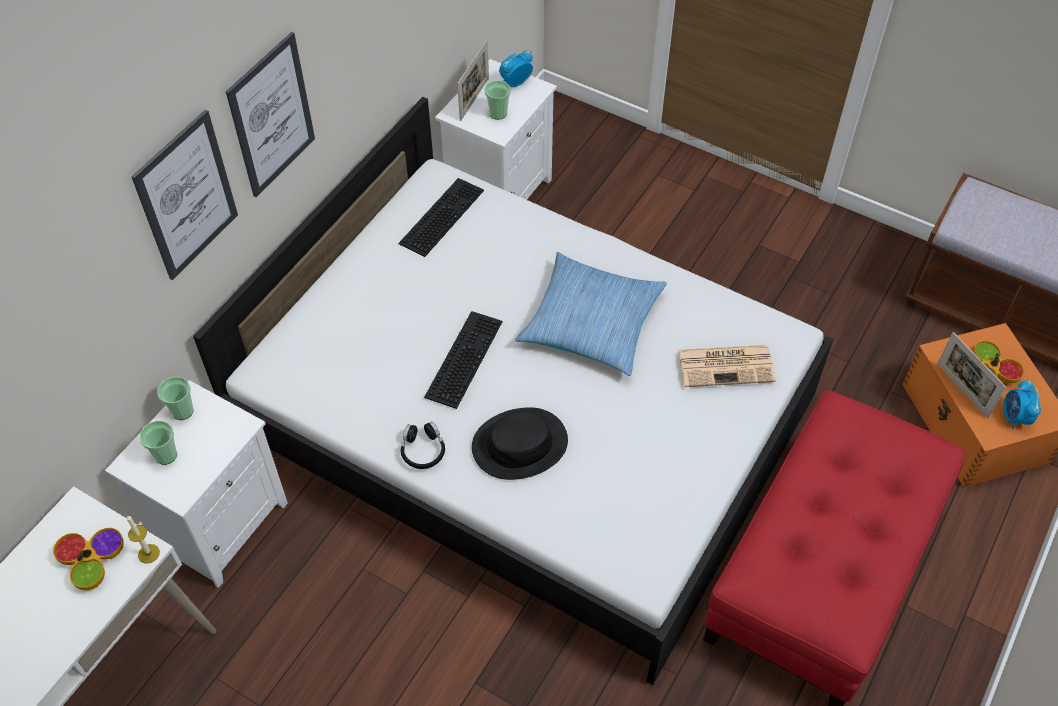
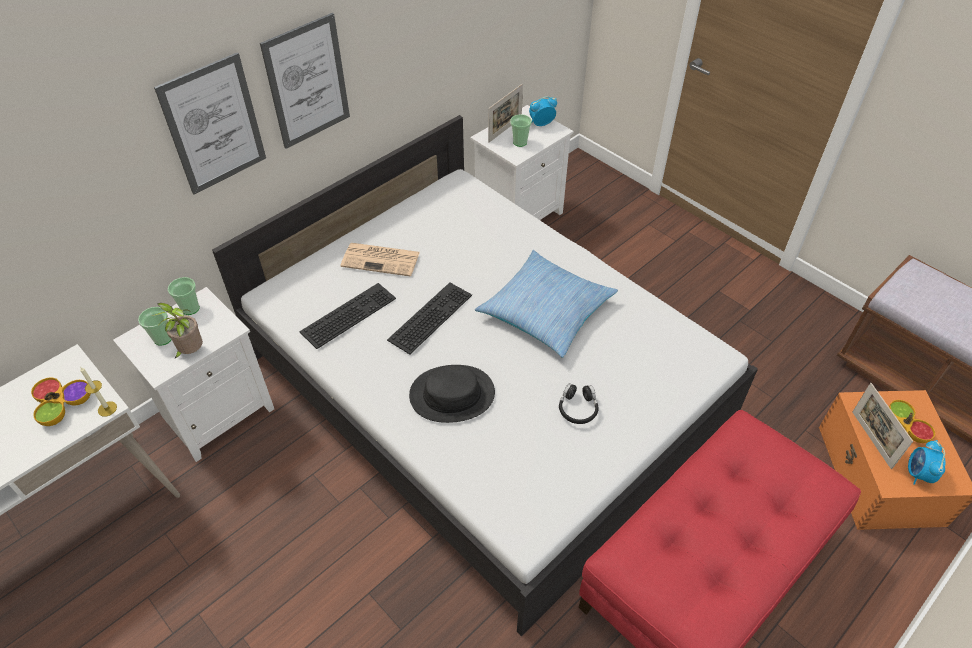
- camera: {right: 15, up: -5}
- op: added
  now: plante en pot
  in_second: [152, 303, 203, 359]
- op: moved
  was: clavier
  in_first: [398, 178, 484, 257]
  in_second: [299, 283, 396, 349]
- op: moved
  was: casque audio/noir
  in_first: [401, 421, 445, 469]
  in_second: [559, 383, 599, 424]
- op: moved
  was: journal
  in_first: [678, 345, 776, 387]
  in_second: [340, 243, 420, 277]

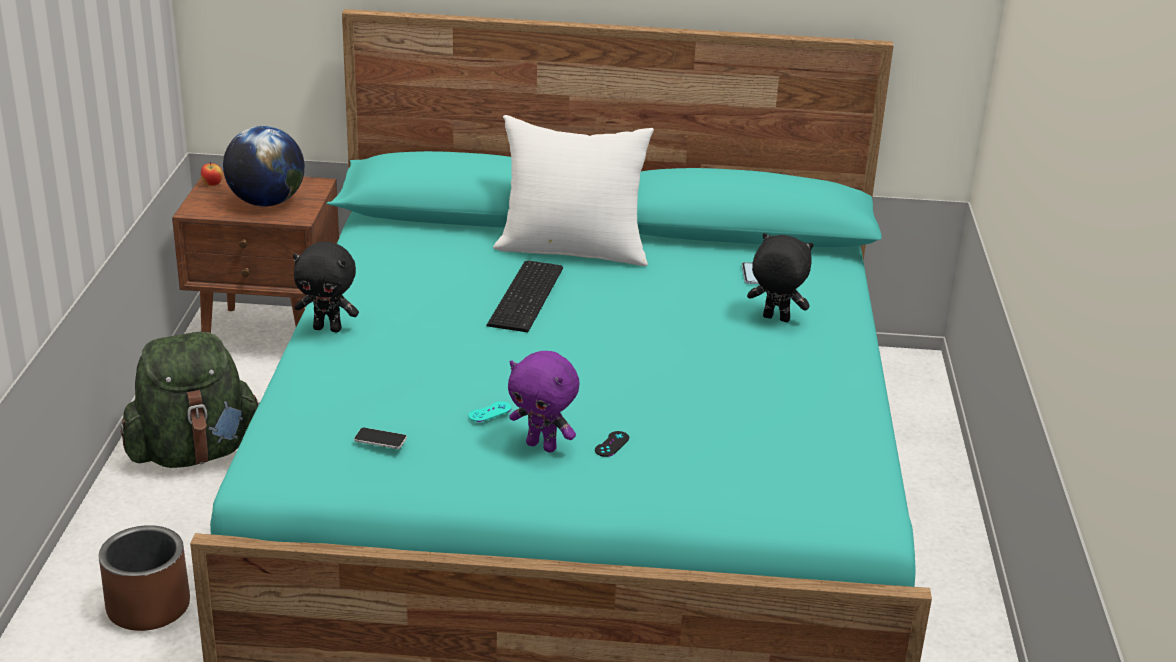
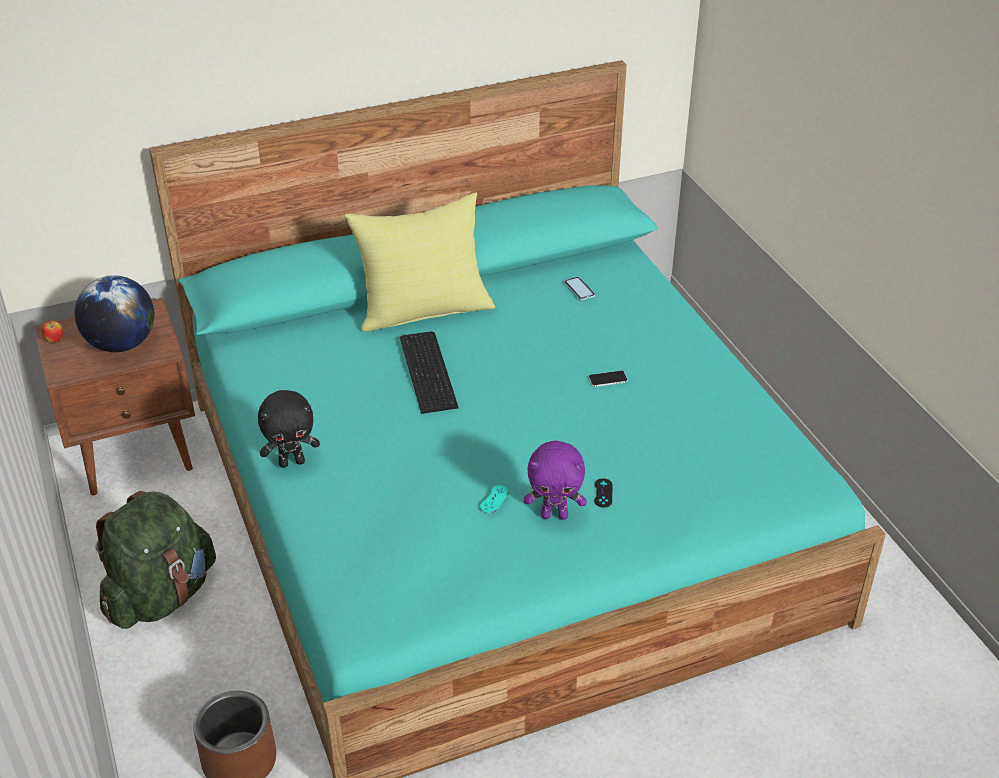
- camera: {right: -25, up: 10}
- op: removed
  was: peluche/noir
  in_first: [747, 233, 814, 322]
- op: moved
  was: téléphone
  in_first: [354, 428, 407, 449]
  in_second: [589, 370, 628, 387]
- op: recoloured
  was: coussin/blanc
  now: coussin/jaune
  in_first: [493, 115, 654, 266]
  in_second: [344, 192, 495, 331]

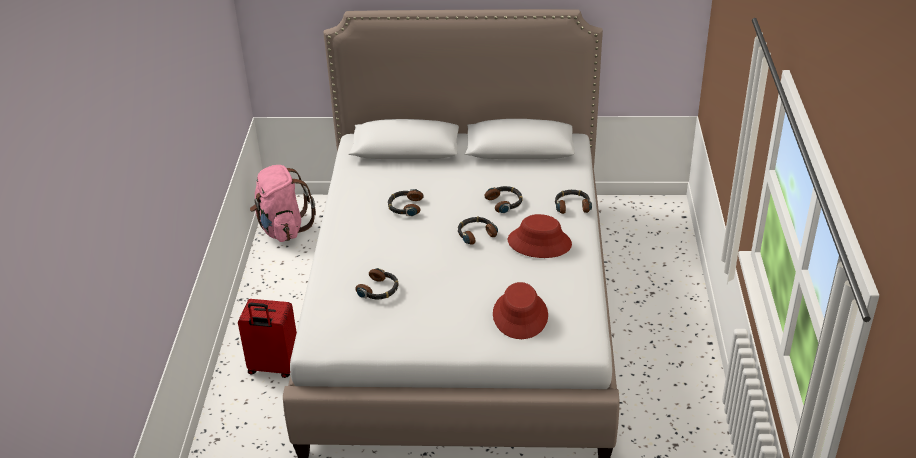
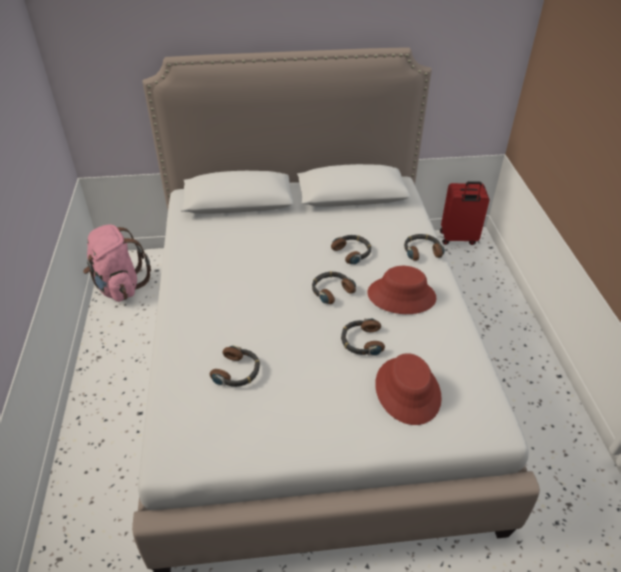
- camera: {right: -10, up: 5}
- op: moved
  was: valise/rouge
  in_first: [238, 299, 297, 378]
  in_second: [440, 181, 489, 245]
- op: moved
  was: casque audio
  in_first: [388, 189, 424, 216]
  in_second: [341, 318, 385, 356]

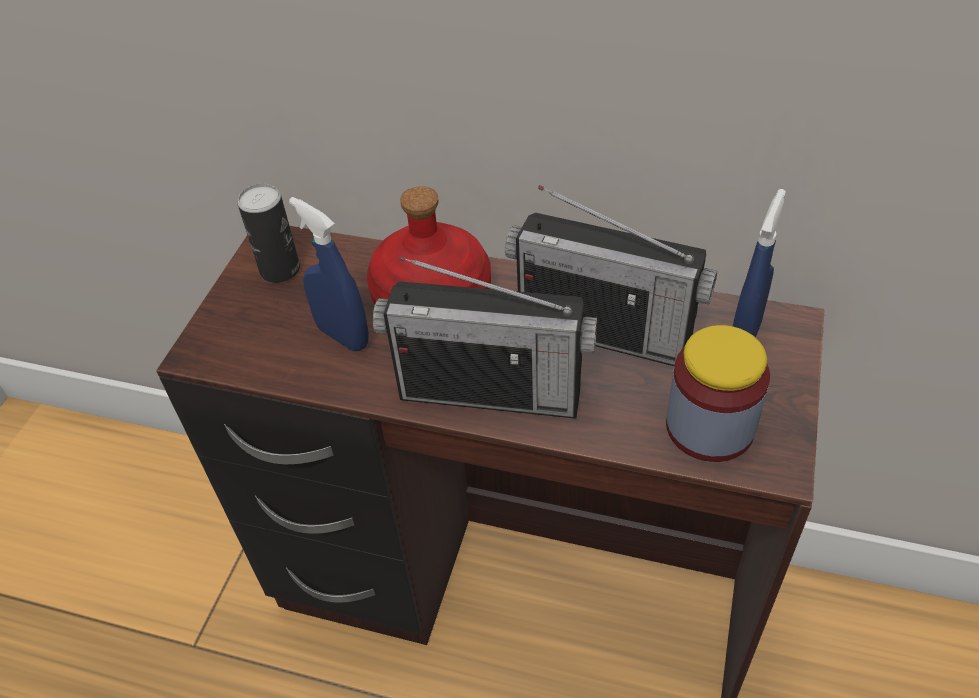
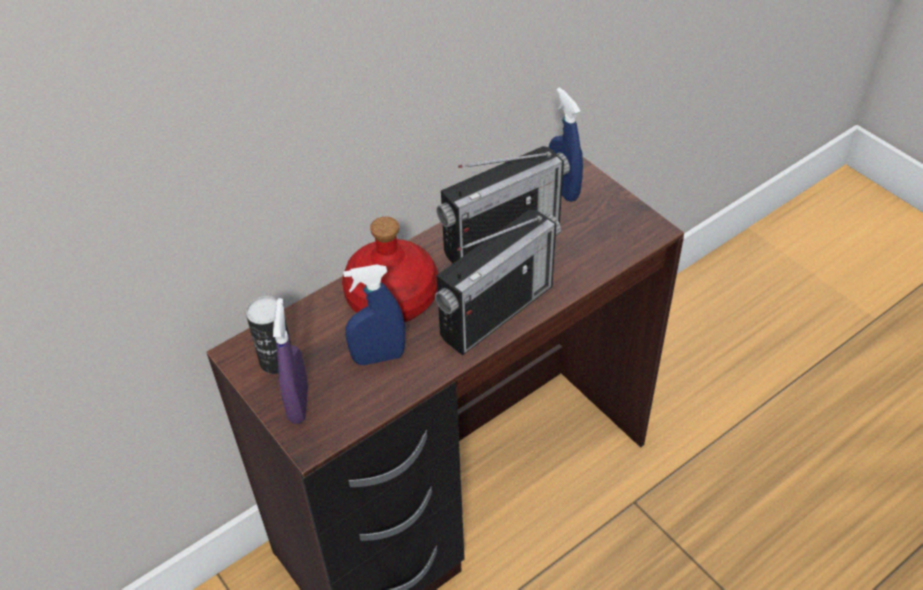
- camera: {right: -55, up: 0}
- op: removed
  was: bocal
  in_first: [666, 325, 770, 462]
- op: added
  now: vaporisateur/violet
  in_second: [273, 298, 308, 424]

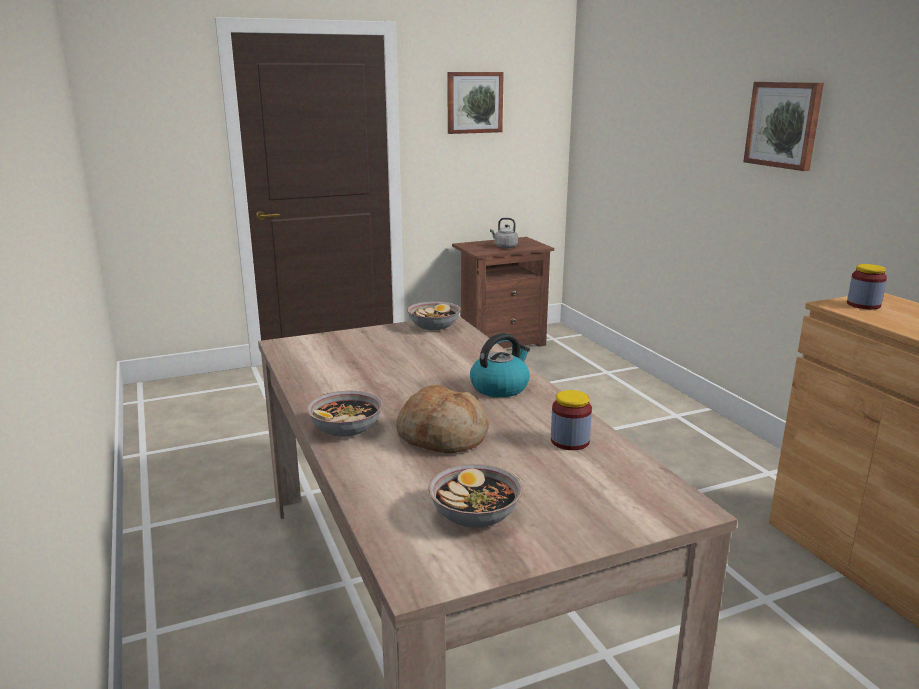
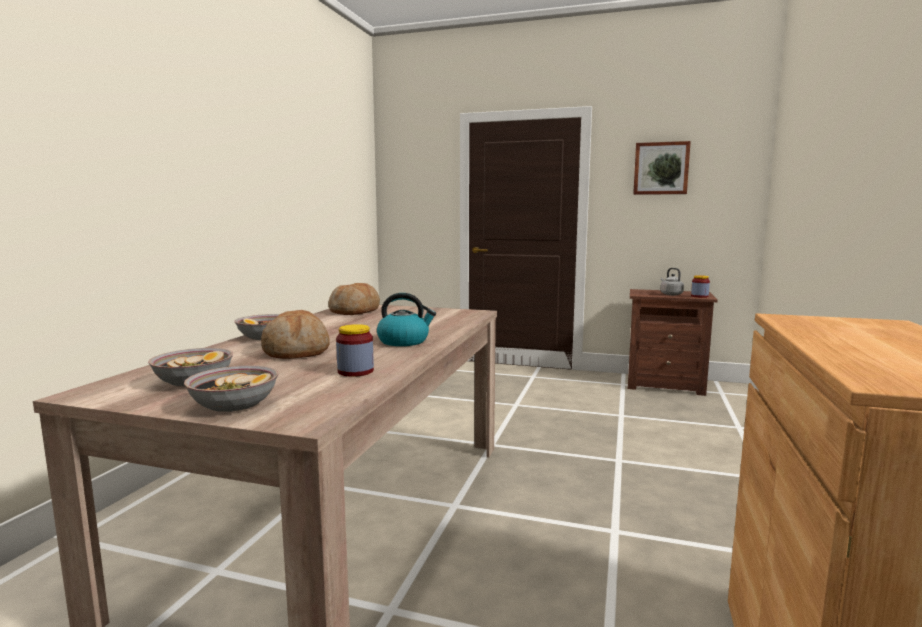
- camera: {right: 40, up: -10}
- op: removed
  was: tableau
  in_first: [743, 82, 824, 171]
- op: added
  now: pain
  in_second: [328, 283, 380, 315]
- op: moved
  was: bol
  in_first: [407, 301, 461, 330]
  in_second: [184, 365, 278, 412]
- op: moved
  was: bocal
  in_first: [847, 264, 887, 309]
  in_second: [691, 275, 710, 298]

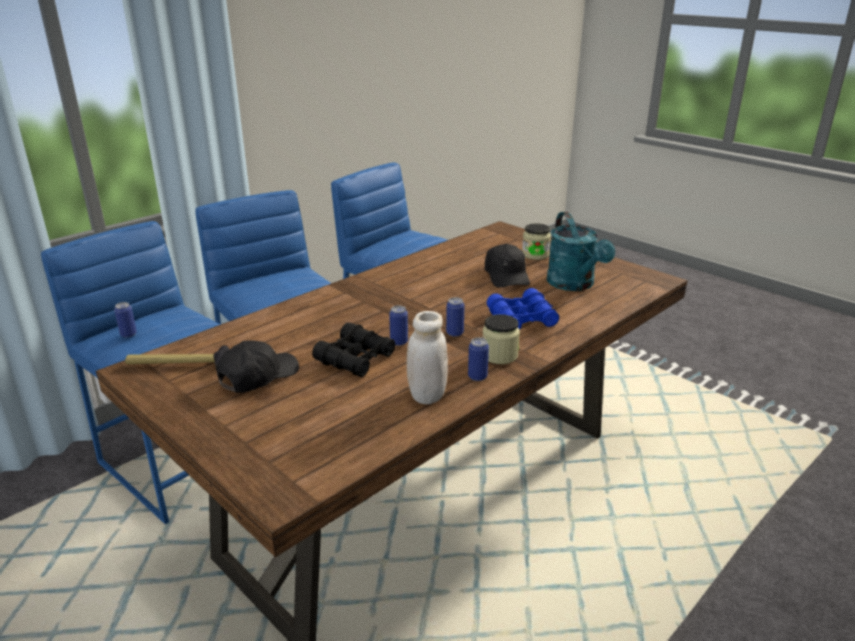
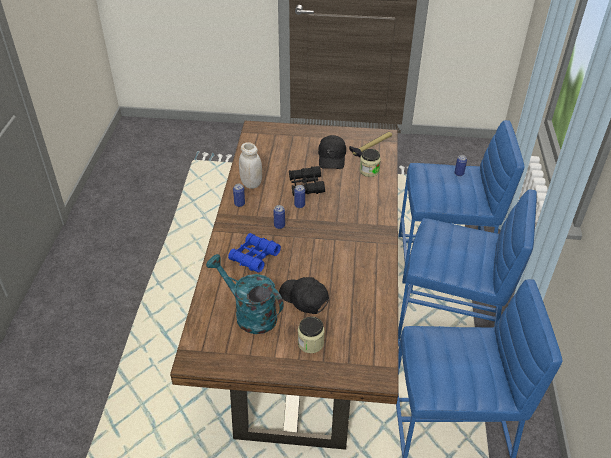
- camera: {right: 140, up: 15}
- op: moved
  was: bocal
  in_first: [483, 314, 520, 364]
  in_second: [359, 149, 381, 177]

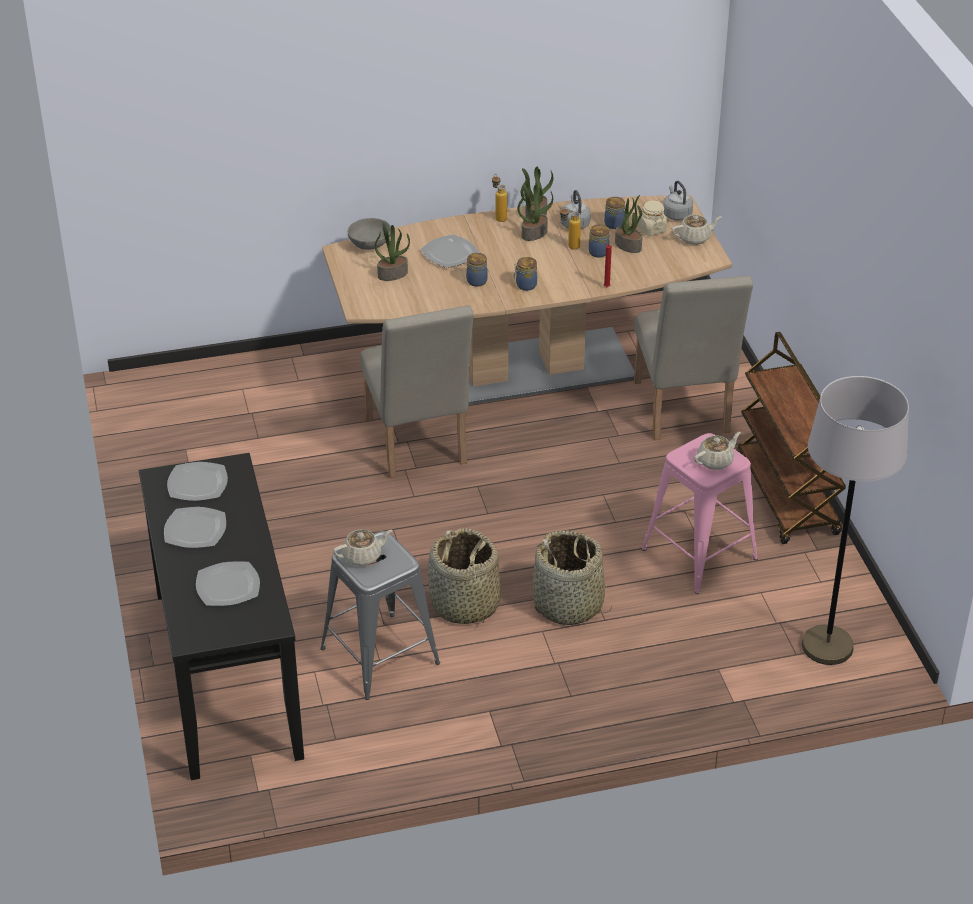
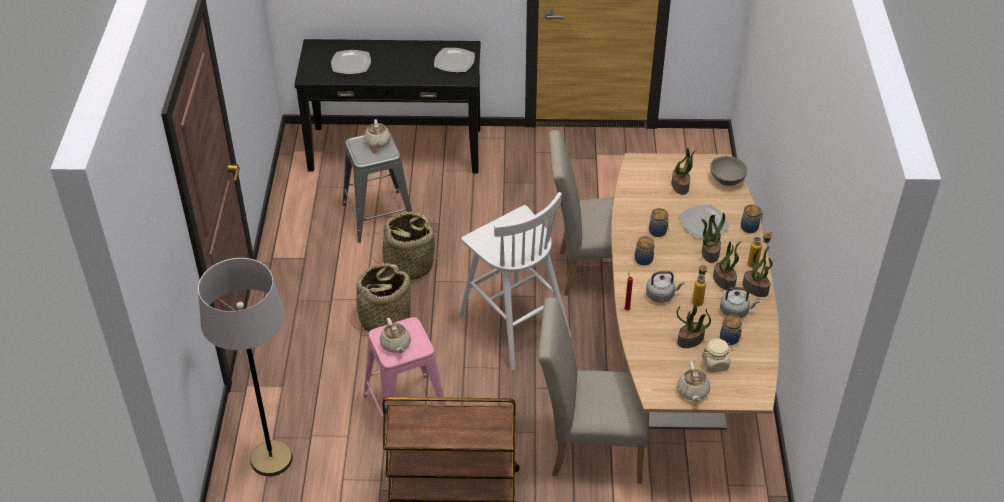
- camera: {right: 105, up: 5}
- op: removed
  was: assiette
  in_first: [164, 507, 226, 548]
- op: added
  now: tabouret/blanc
  in_second: [459, 192, 571, 371]
- op: added
  now: plante en pot
  in_second: [701, 213, 725, 263]
- op: moved
  was: bocal
  in_first: [589, 224, 609, 258]
  in_second: [741, 205, 763, 233]
- op: moved
  was: bouilloire/gris
  in_first: [663, 181, 693, 221]
  in_second: [646, 271, 685, 303]

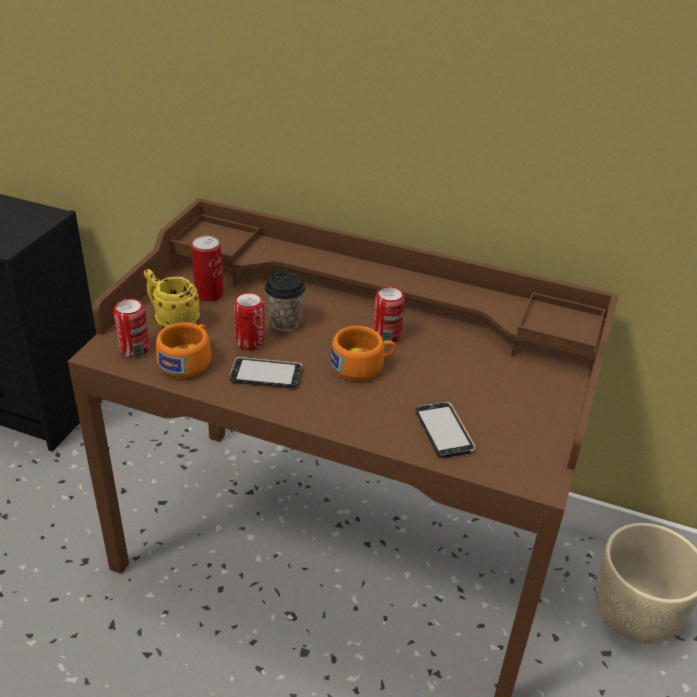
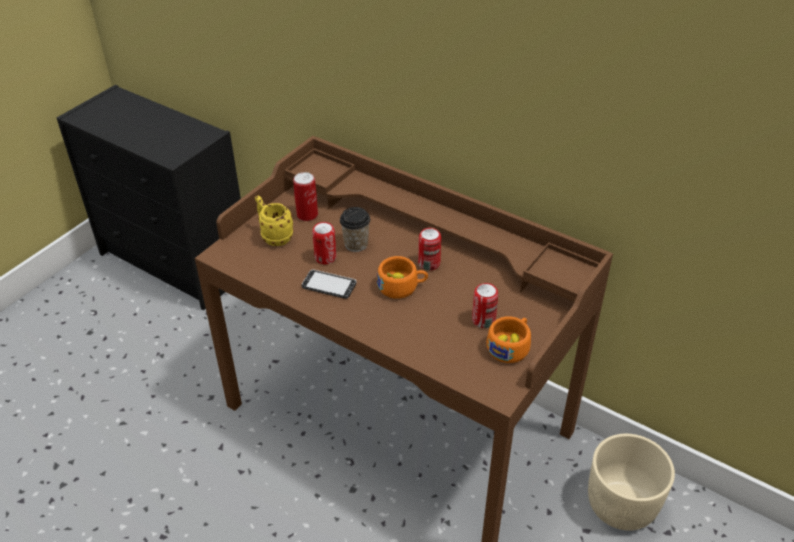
- camera: {right: 15, up: 5}
- op: removed
  was: téléphone
  in_first: [415, 402, 476, 458]
- op: moved
  was: boîte métallique
  in_first: [114, 299, 149, 358]
  in_second: [472, 283, 498, 328]
- op: moved
  was: tasse/orange
  in_first: [156, 322, 211, 378]
  in_second: [486, 316, 531, 363]

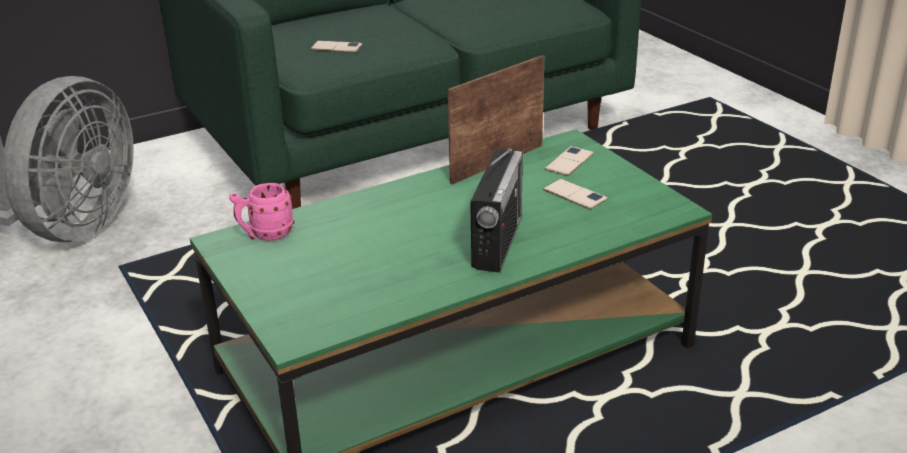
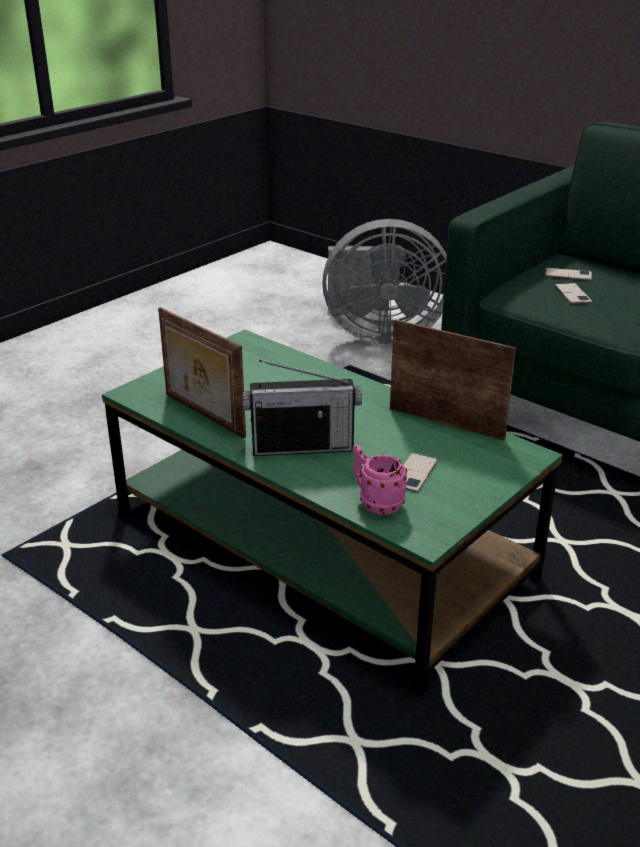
- camera: {right: 70, up: 0}
- op: added
  now: cadre photo
  in_second: [158, 307, 246, 438]
- op: moved
  was: mug/rose
  in_first: [229, 183, 294, 241]
  in_second: [353, 445, 407, 515]
- op: moved
  was: téléphone
  in_first: [544, 146, 594, 176]
  in_second: [545, 268, 592, 281]

